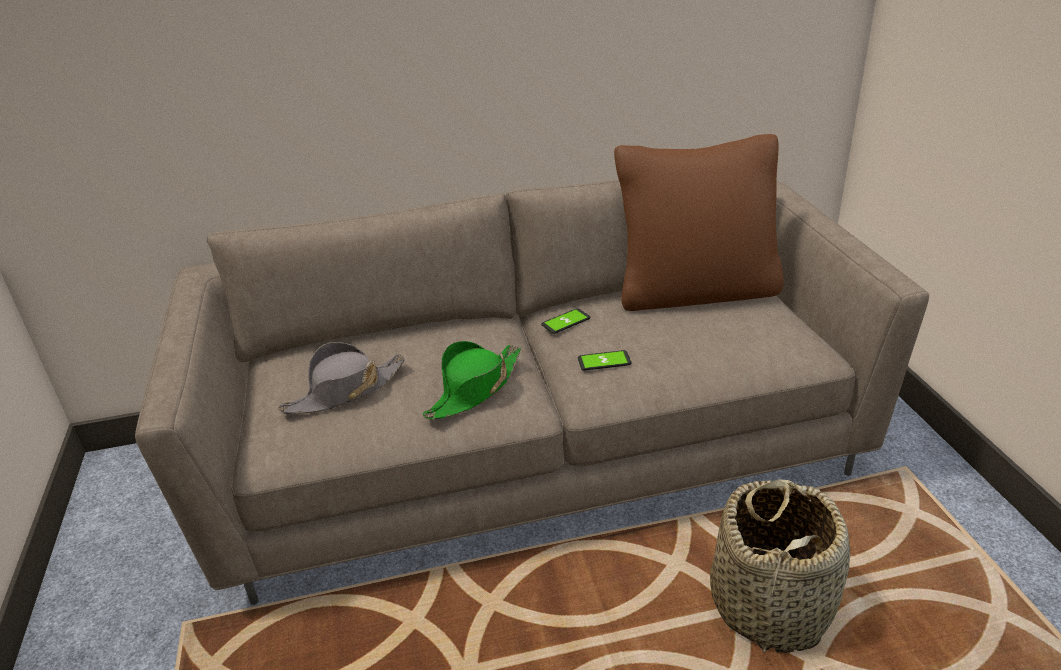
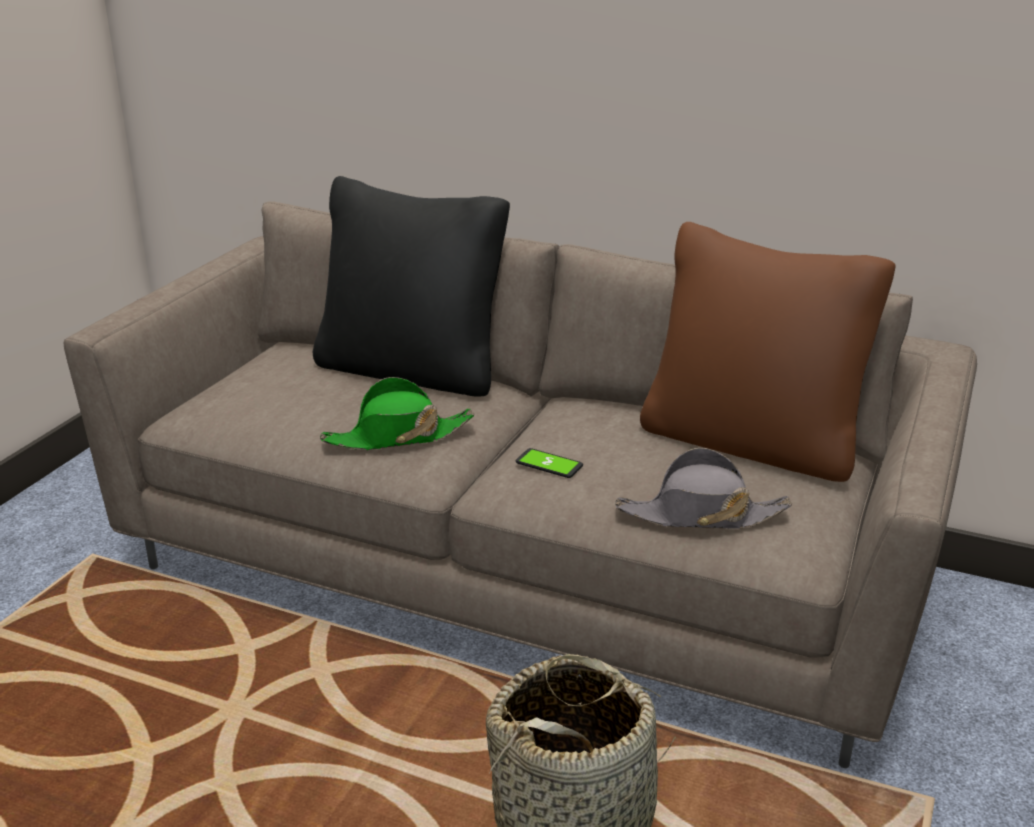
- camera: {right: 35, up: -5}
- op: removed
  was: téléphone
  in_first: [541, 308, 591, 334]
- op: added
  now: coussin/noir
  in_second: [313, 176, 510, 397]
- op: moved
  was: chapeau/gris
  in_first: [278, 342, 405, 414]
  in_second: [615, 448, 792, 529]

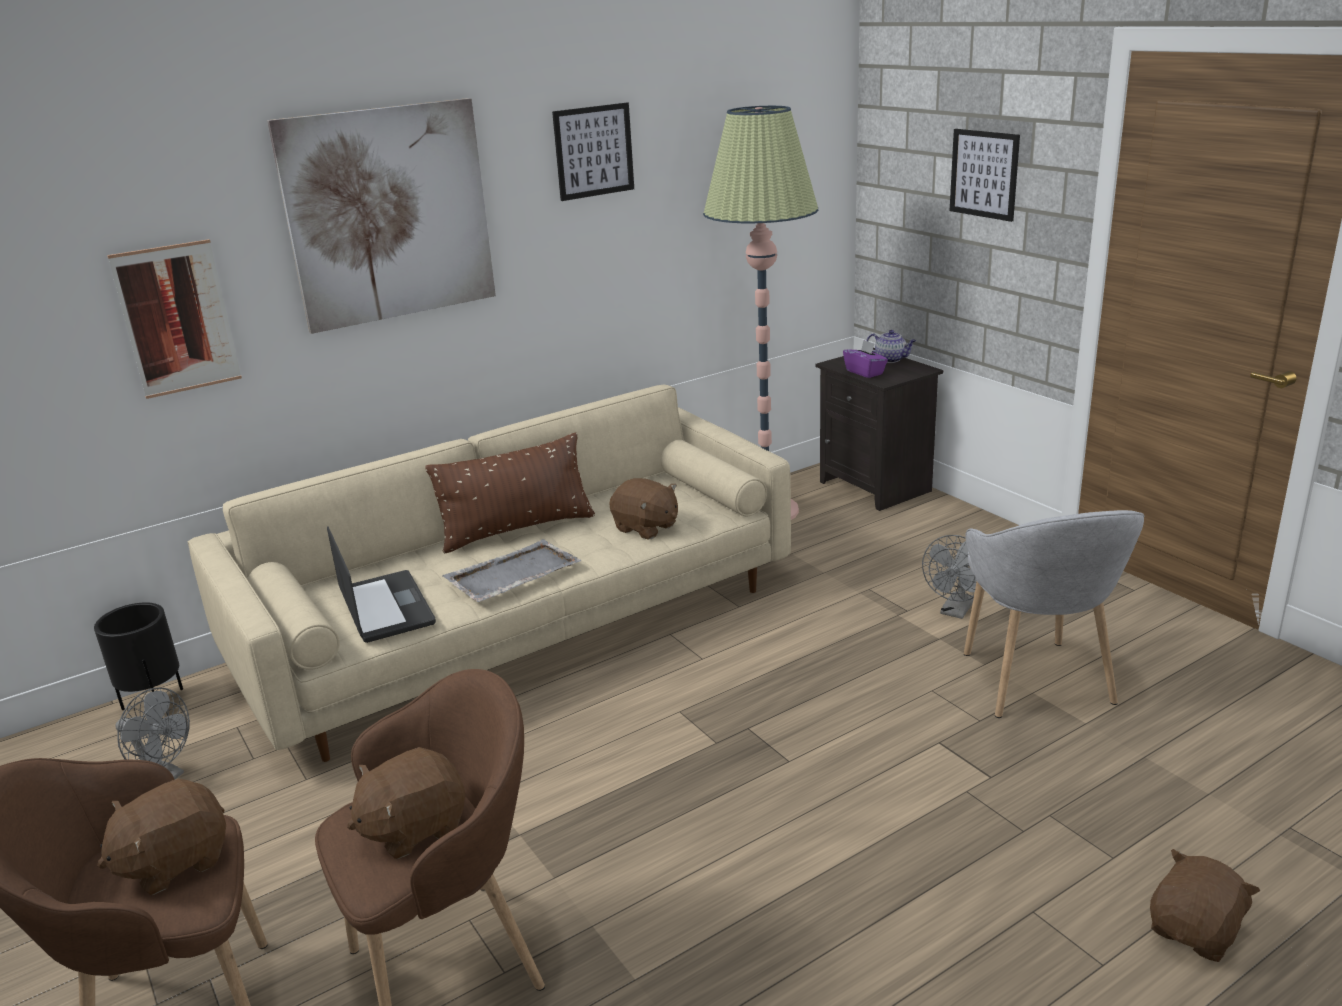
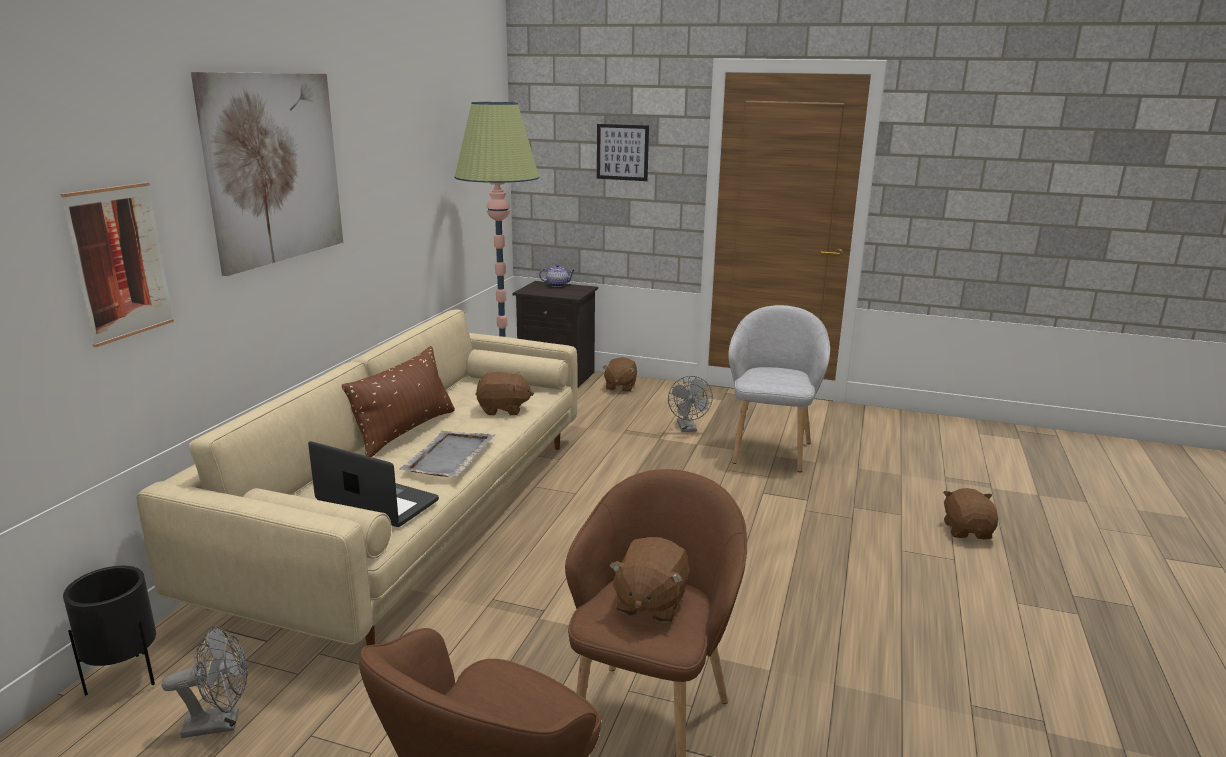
- camera: {right: -40, up: -5}
- op: removed
  was: tableau
  in_first: [552, 103, 634, 201]
- op: removed
  was: boîte à mouchoirs/violet
  in_first: [843, 340, 888, 378]
- op: moved
  was: peluche/marron
  in_first: [97, 779, 226, 895]
  in_second: [603, 357, 637, 392]
- op: turned
  was: fauteuil/gris
  in_first: [964, 510, 1144, 718]
  in_second: [728, 305, 830, 472]
  clockwise: -120

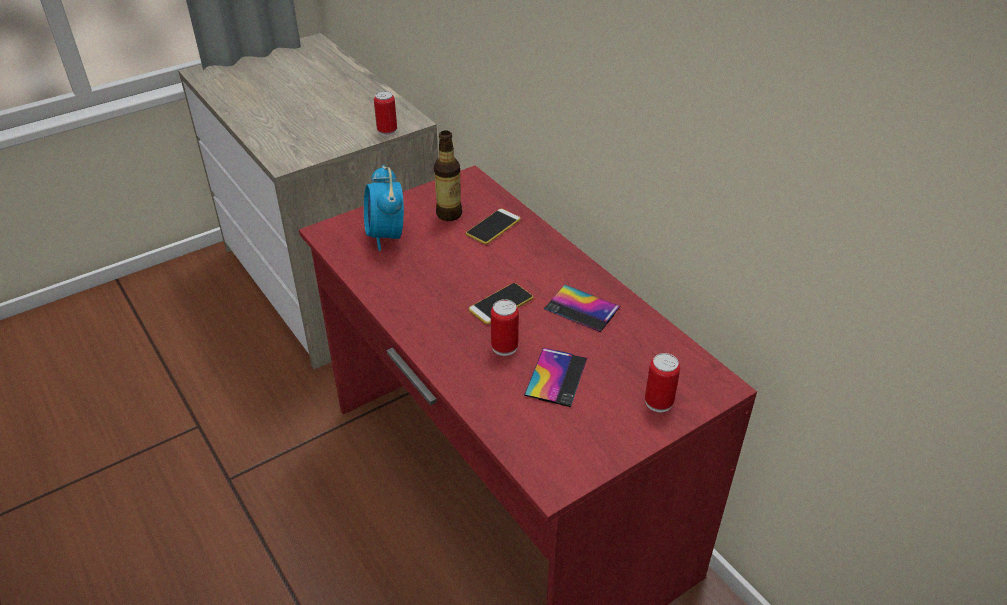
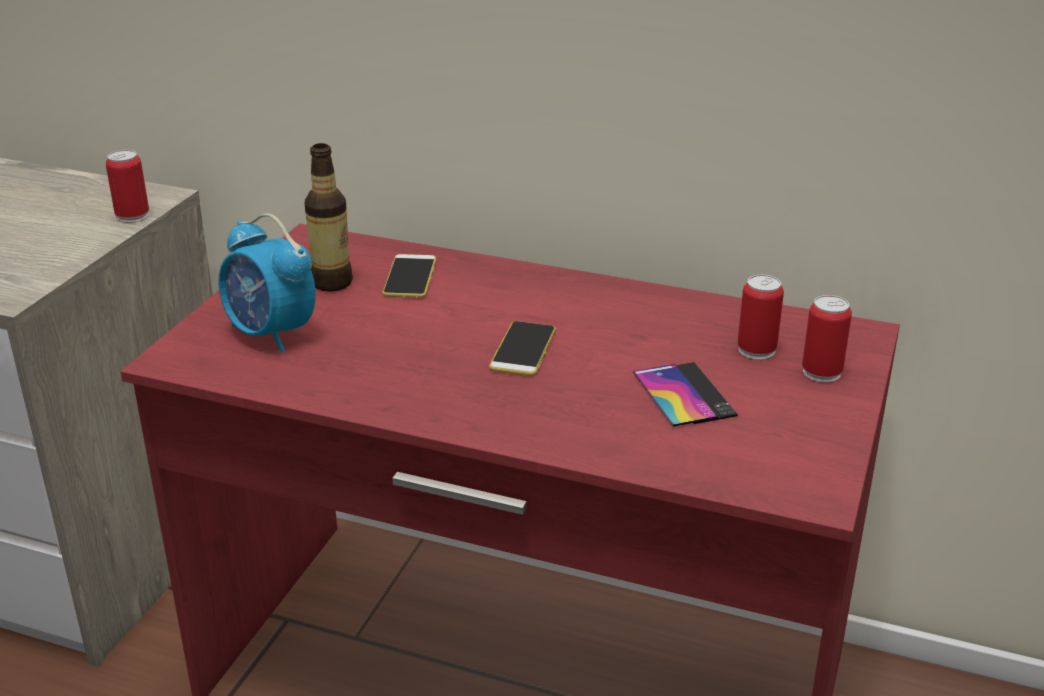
- camera: {right: -35, up: -10}
- op: removed
  was: téléphone
  in_first: [544, 285, 620, 332]
- op: moved
  was: boîte métallique
  in_first: [491, 299, 519, 356]
  in_second: [738, 275, 784, 360]

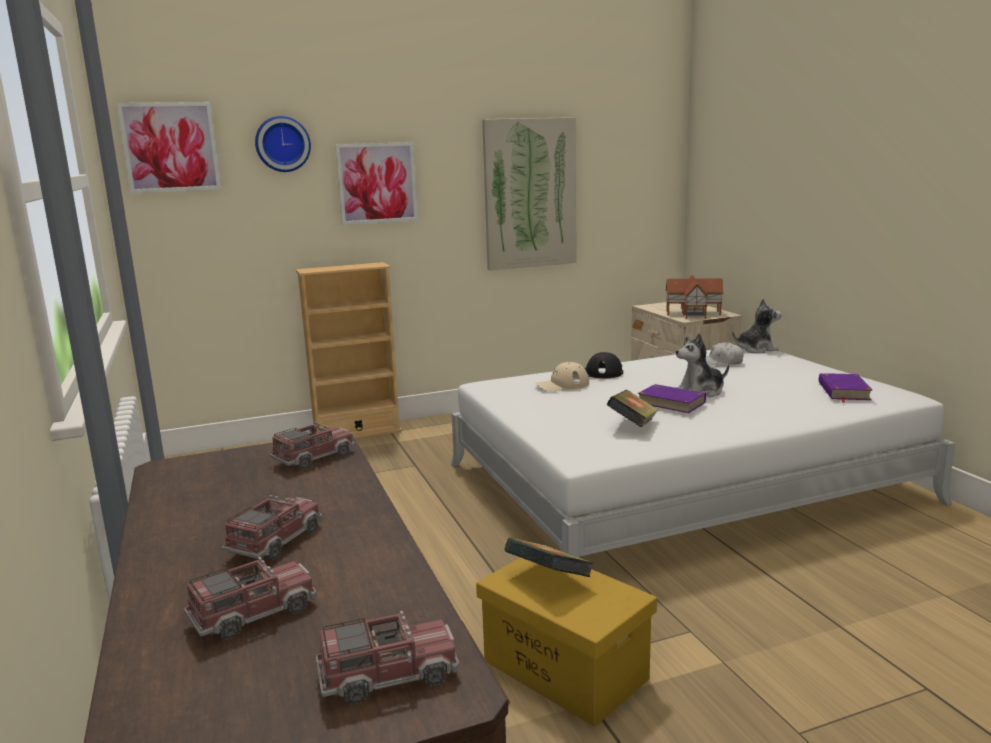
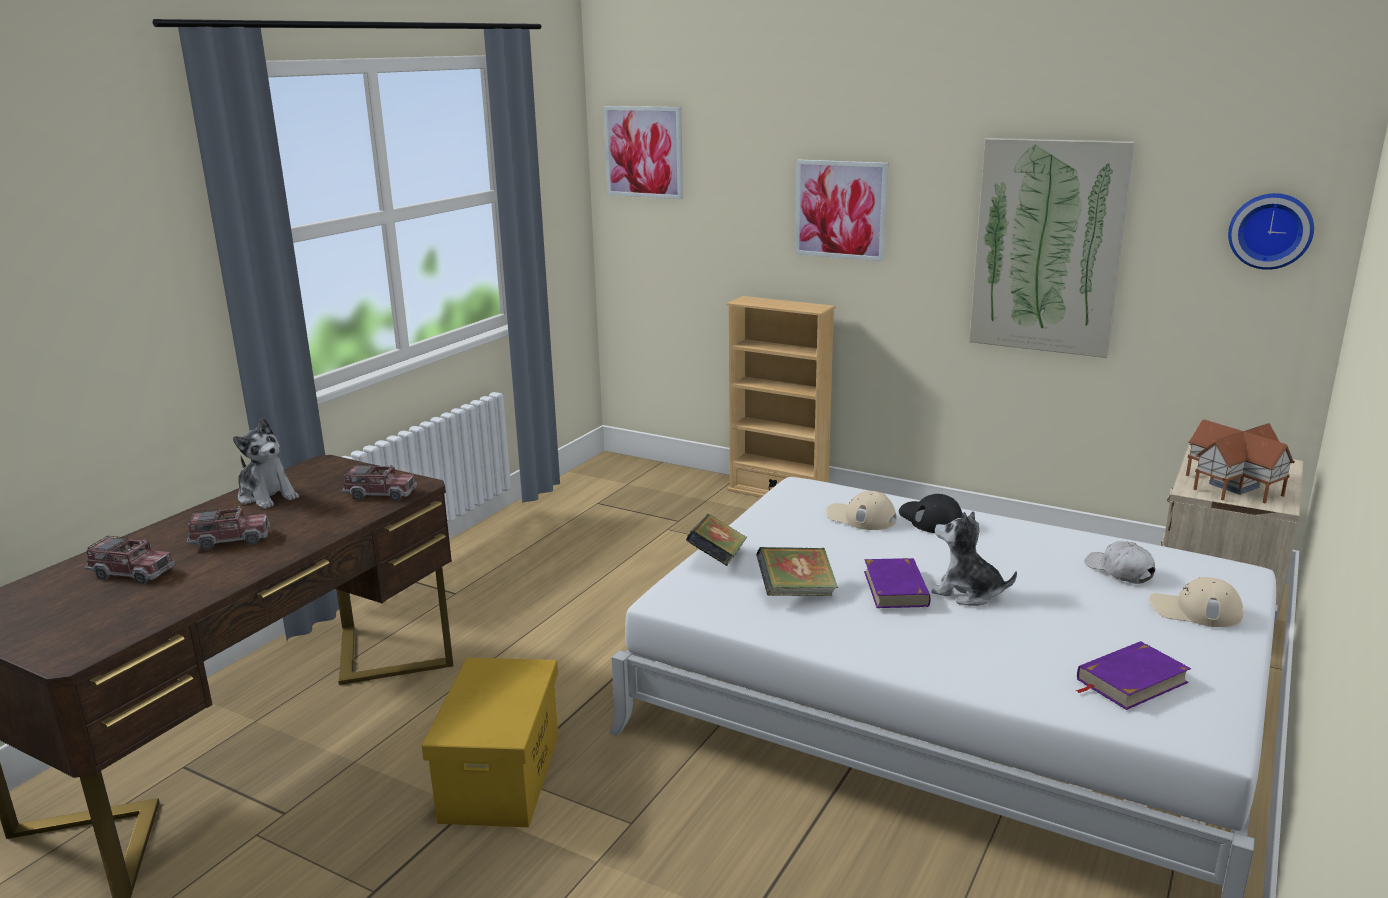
- camera: {right: 50, up: 5}
- op: removed
  was: camion jouet
  in_first: [316, 611, 460, 705]
- op: added
  now: casquette/beige
  in_second: [1149, 577, 1243, 627]
- op: moved
  was: horloge murale
  in_first: [255, 116, 311, 172]
  in_second: [1228, 193, 1314, 270]
- op: moved
  was: livre
  in_first: [504, 538, 594, 577]
  in_second: [686, 514, 747, 566]
- op: moved
  was: peluche
  in_first: [732, 299, 781, 353]
  in_second: [233, 418, 299, 509]

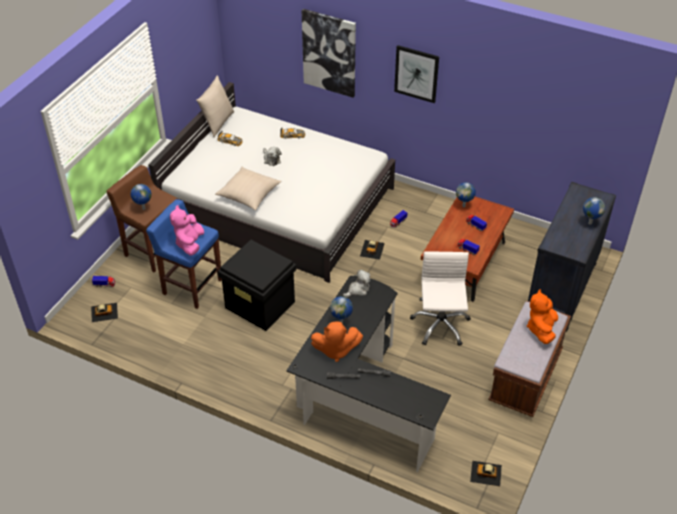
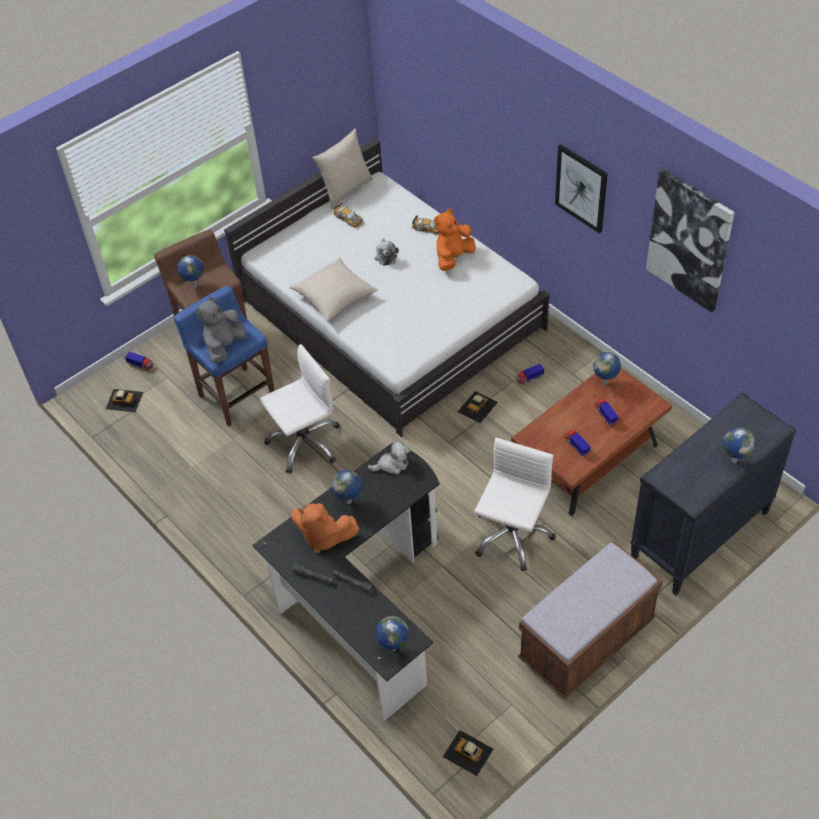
- camera: {right: 25, up: 5}
- op: added
  now: globe
  in_second: [375, 616, 409, 651]
- op: moved
  was: tableau
  in_first: [301, 9, 356, 98]
  in_second: [646, 169, 735, 312]
- op: moved
  was: peluche/orange
  in_first: [527, 289, 558, 344]
  in_second: [434, 209, 476, 271]
- op: replaced
  was: boîte de rangement/noir
  now: chaise de bureau/blanc
  in_first: [218, 240, 296, 331]
  in_second: [260, 344, 340, 474]
- op: recoloured
  was: peluche/rose
  now: peluche/gris
  in_first: [170, 205, 204, 256]
  in_second: [196, 297, 246, 363]

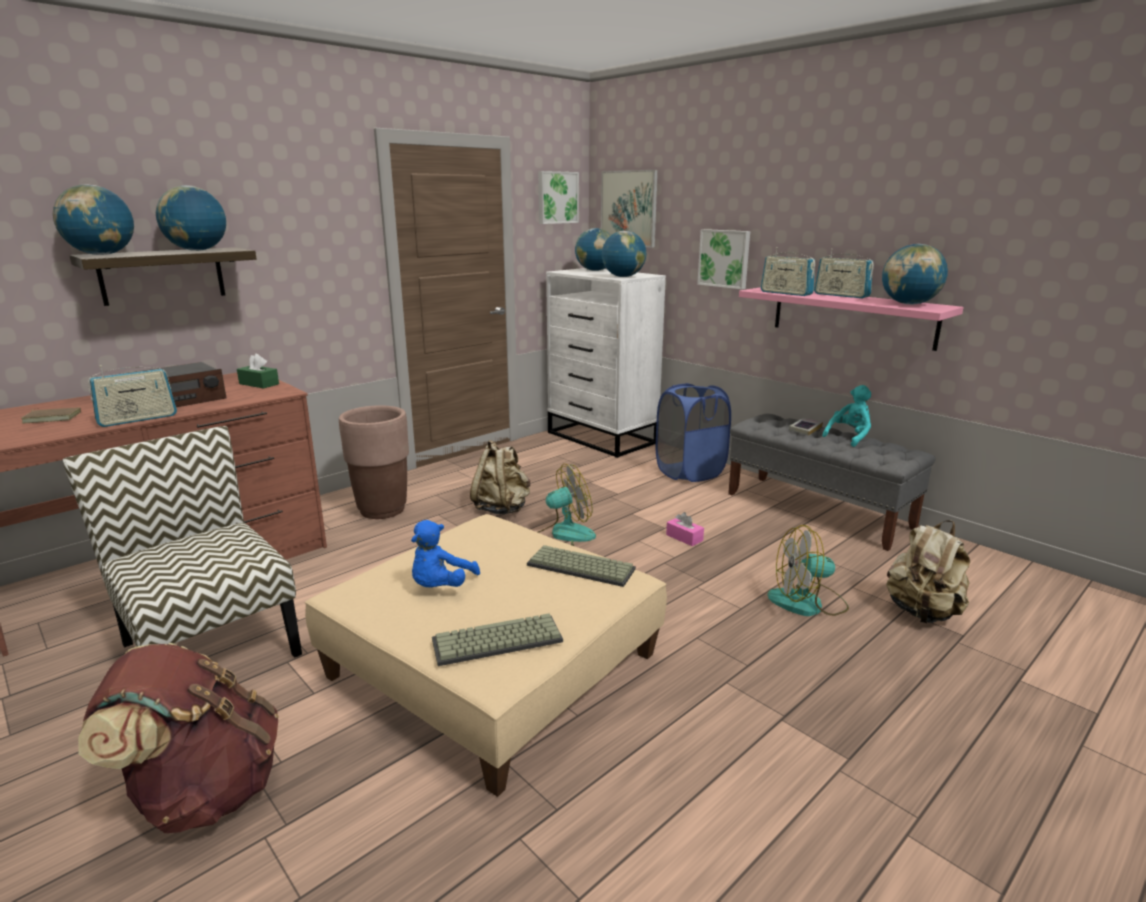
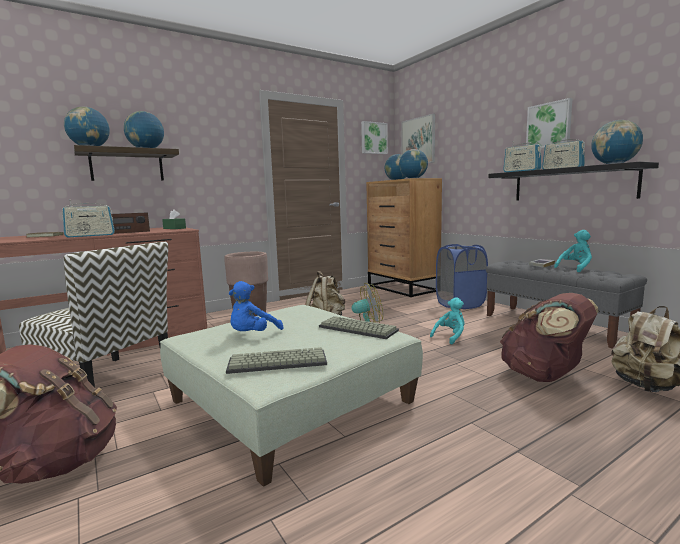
- camera: {right: 10, up: -10}
- op: moved
  was: tableau
  in_first: [697, 229, 750, 289]
  in_second: [526, 98, 572, 148]
- op: replaced
  was: boîte à mouchoirs/rose
  now: peluche/turquoise
  in_first: [666, 512, 704, 546]
  in_second: [430, 297, 465, 345]
- op: replaced
  was: ventilateur
  now: sac à dos/marron
  in_first: [767, 525, 849, 616]
  in_second: [500, 293, 598, 382]
- op: recoloured
  was: pouf/beige
  now: pouf/vert
  in_first: [305, 514, 667, 797]
  in_second: [160, 305, 423, 487]
- op: recoloured
  was: commode/blanc
  now: commode/marron
  in_first: [546, 268, 666, 458]
  in_second: [366, 178, 442, 297]
- op: recoloured
  was: étagère/rose
  now: étagère/noir
  in_first: [739, 287, 964, 351]
  in_second: [489, 162, 659, 200]
- op: turned
  was: chaise
  in_first: [63, 426, 302, 658]
  in_second: [19, 242, 168, 388]
  clockwise: 150

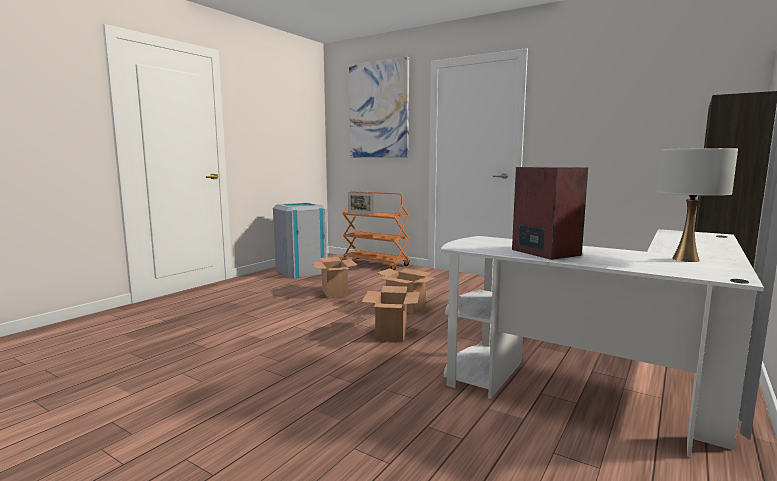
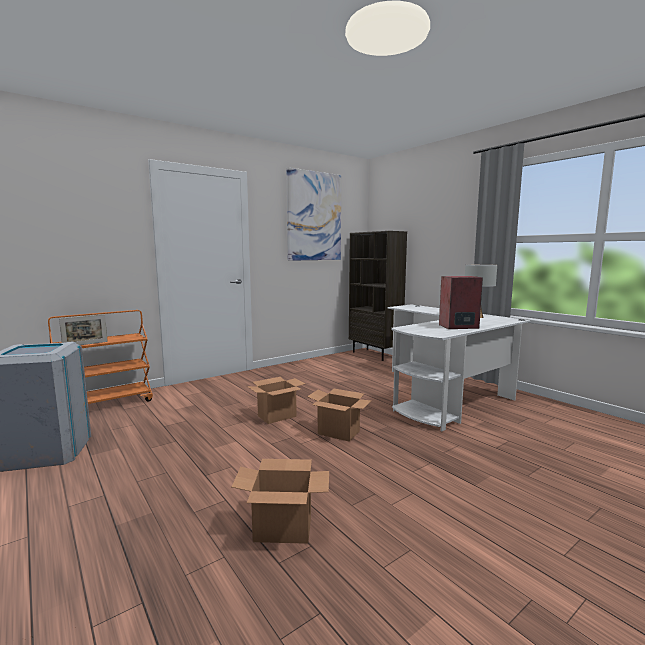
- camera: {right: -70, up: 0}
- op: moved
  was: carton
  in_first: [312, 257, 357, 298]
  in_second: [232, 459, 329, 544]
- op: moved
  was: tableau
  in_first: [349, 57, 409, 157]
  in_second: [286, 167, 341, 261]

